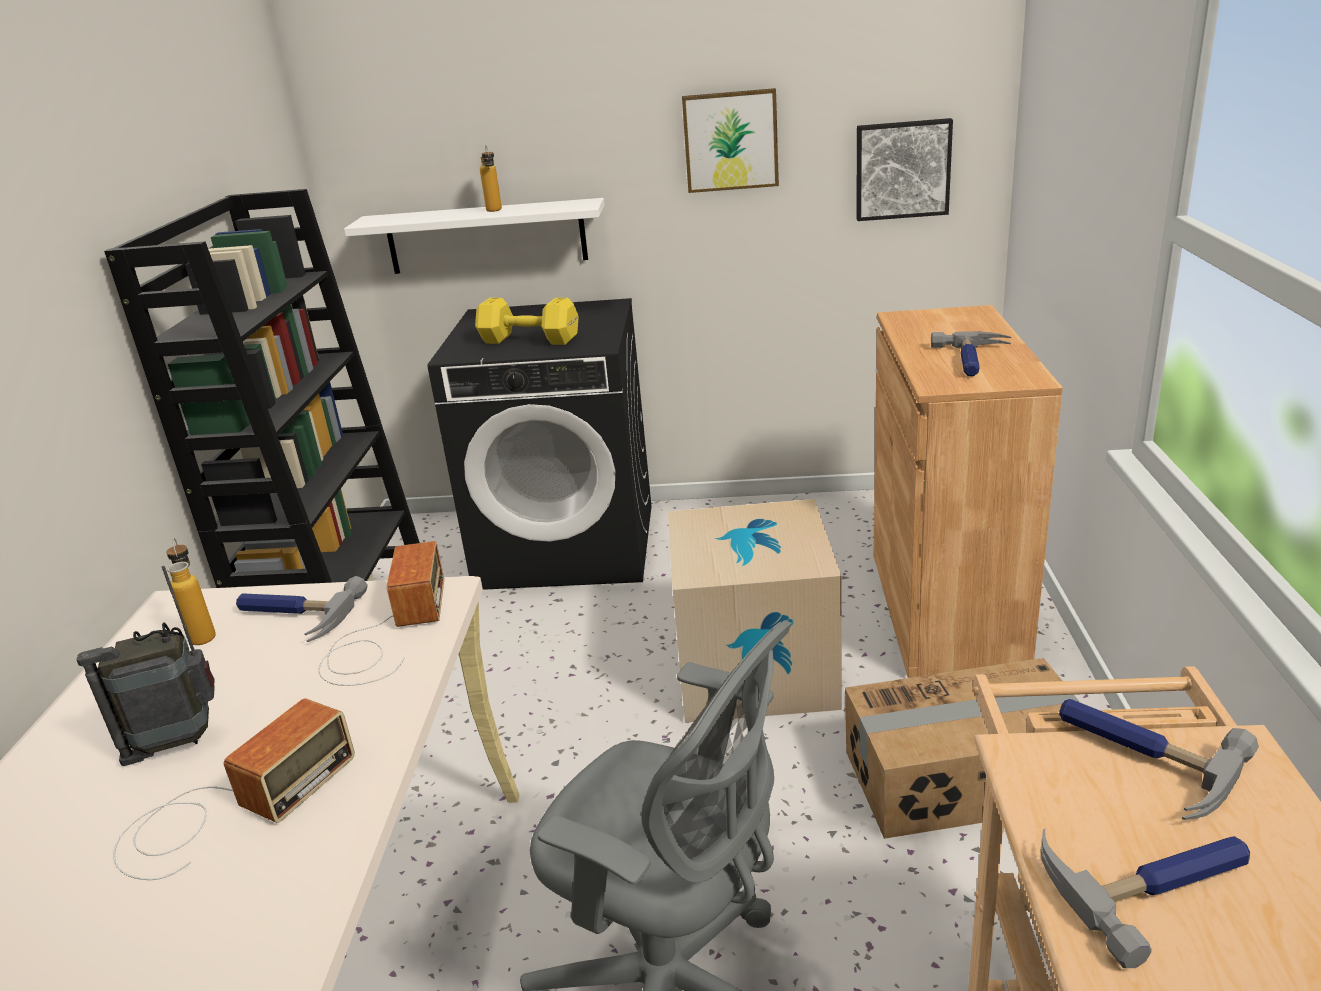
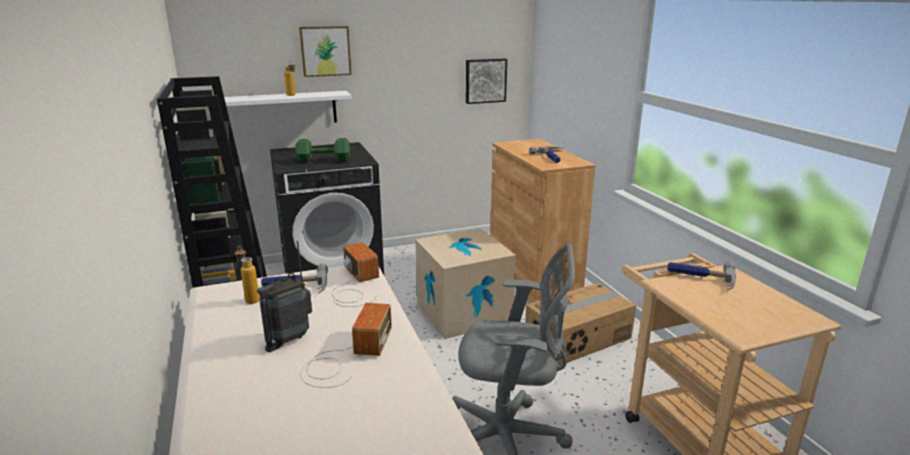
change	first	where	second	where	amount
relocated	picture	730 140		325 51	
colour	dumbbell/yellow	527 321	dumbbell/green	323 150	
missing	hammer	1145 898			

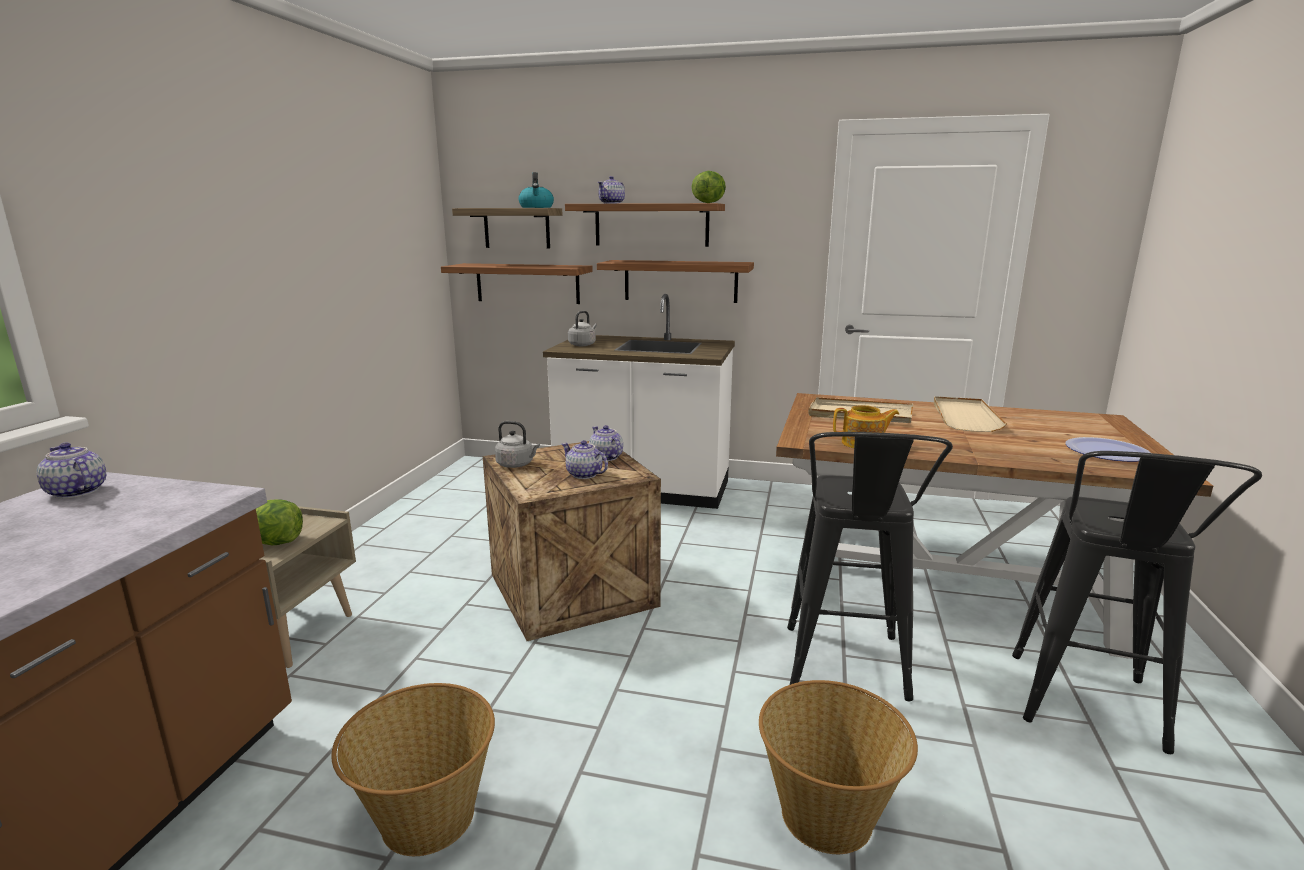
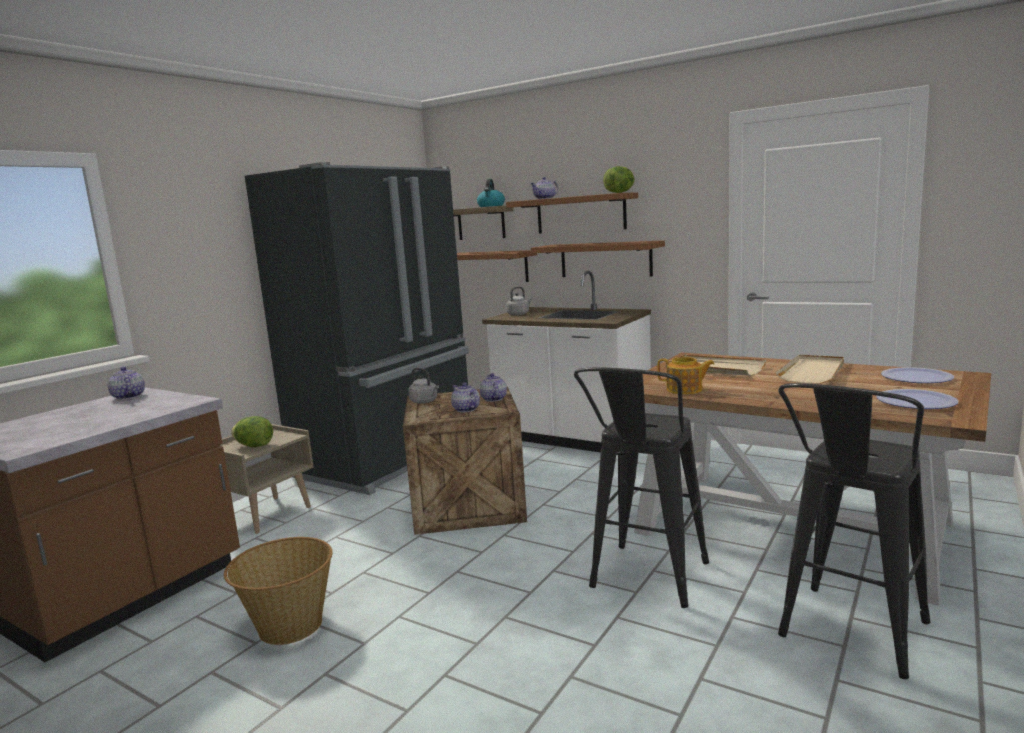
change	first	where	second	where	amount
missing	basket	838 767			
appeared			fridge/black	357 328	
appeared			plate	917 375	

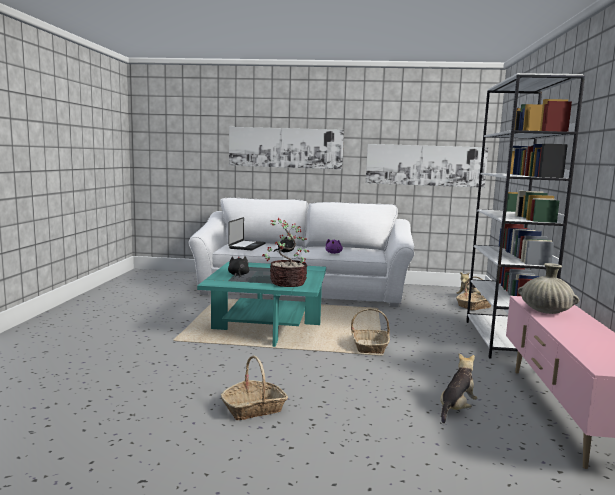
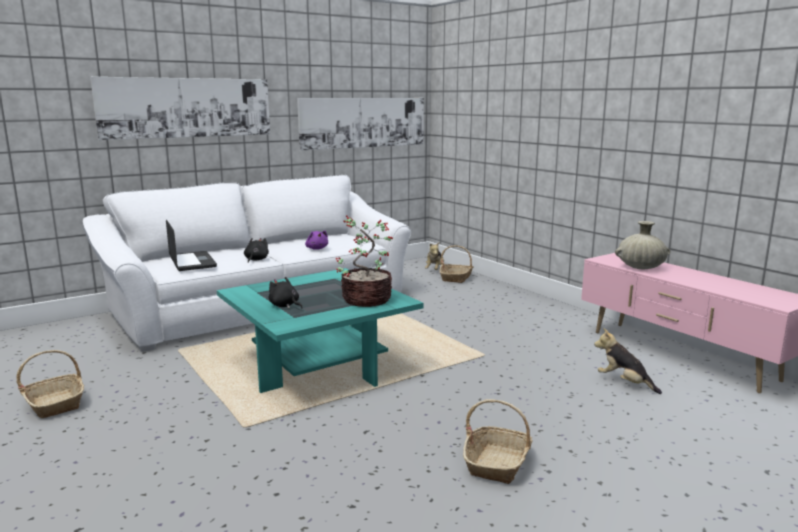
change	first	where	second	where	amount
missing	bookcase/white	525 216			
relocated	basket	370 331		50 384	
spun	plush toy	459 388		628 361	45 degrees counterclockwise

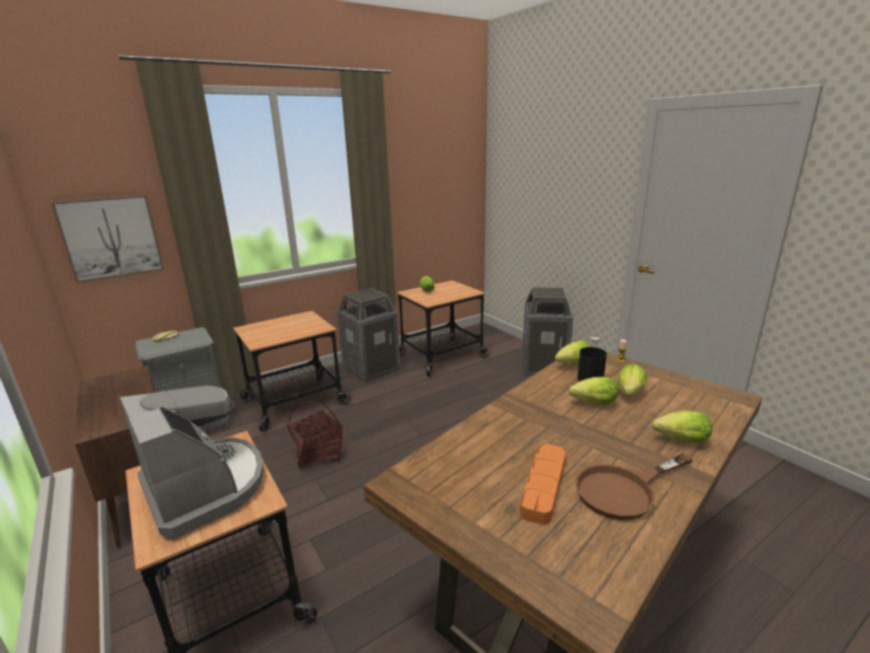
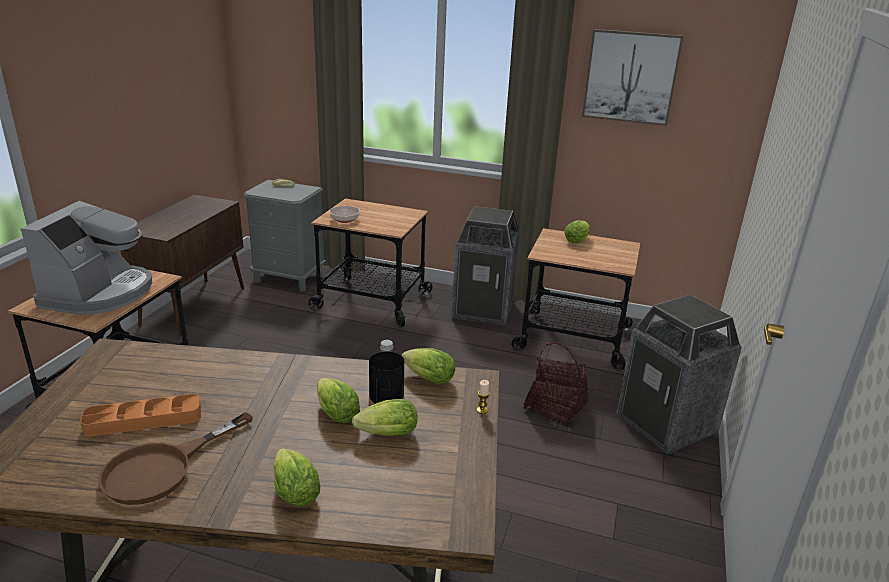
change	first	where	second	where	amount
relocated	picture	107 239		632 77	
relocated	basket	314 435		556 384	
spun	frying pan/brown	634 486		175 458	75 degrees counterclockwise
appeared			bowl	344 214	

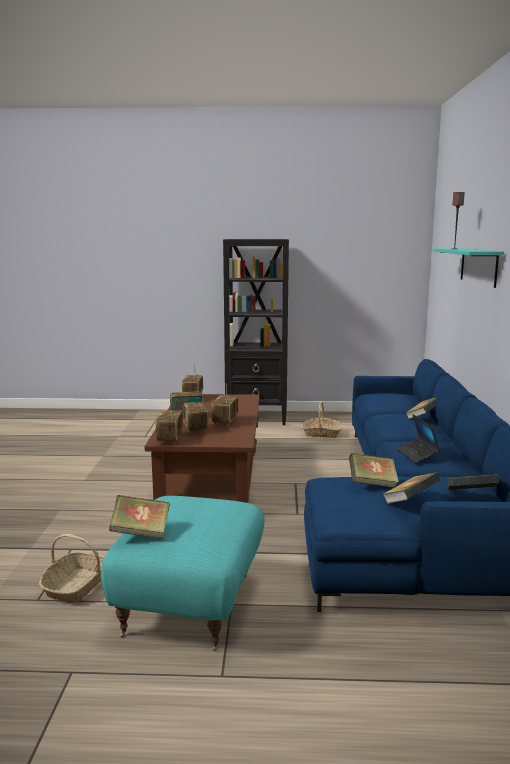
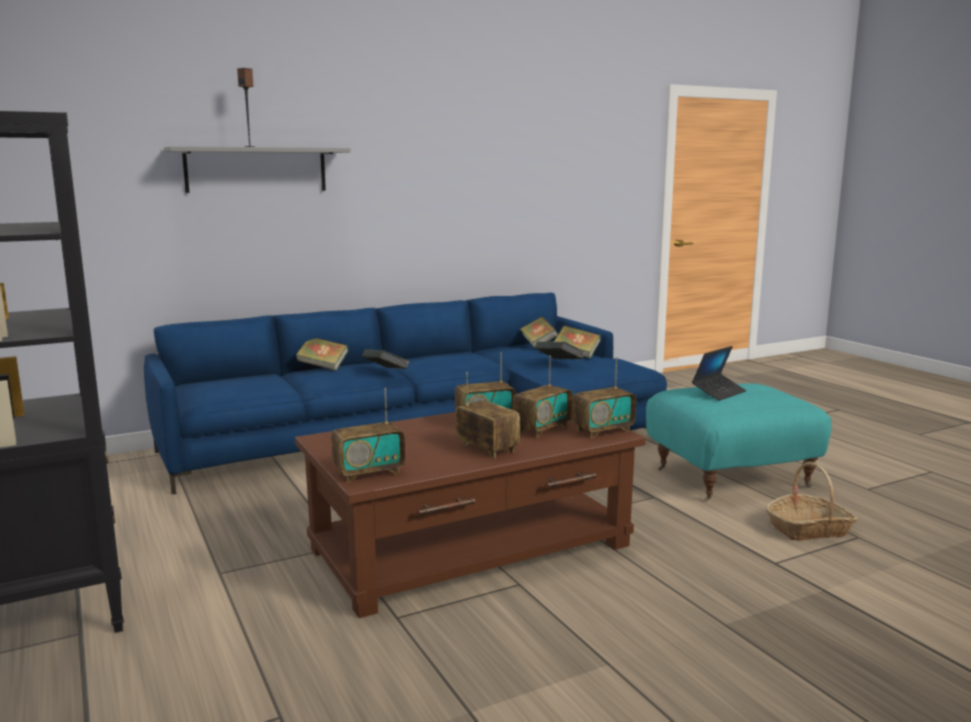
change	first	where	second	where	amount
colour	shelf/turquoise	468 268	shelf/grey	257 169	
missing	basket	322 420			
relocated	laptop	418 438		719 373	
relocated	book	139 517		386 359	

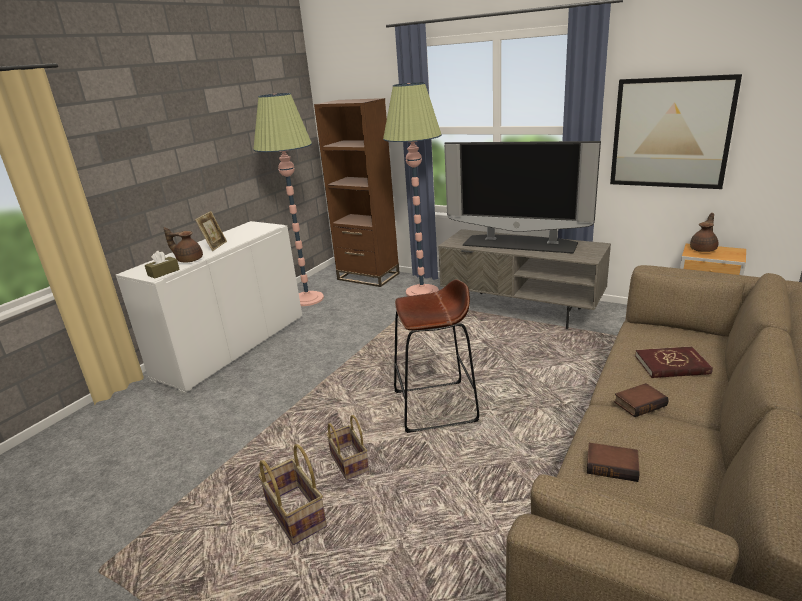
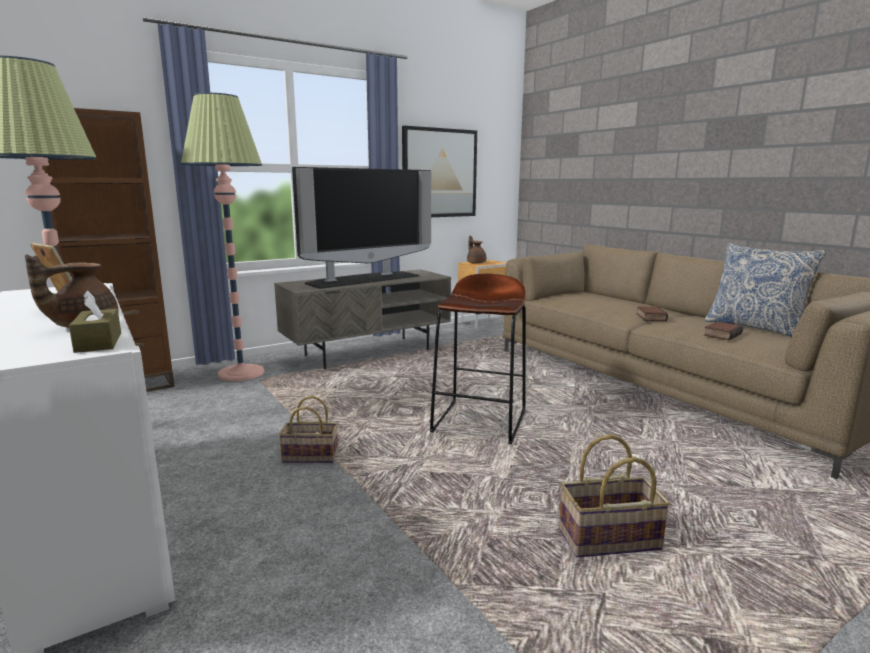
change	first	where	second	where	amount
missing	book/red	674 362			
relocated	basket	347 447		308 429	
appeared			pillow	765 290	

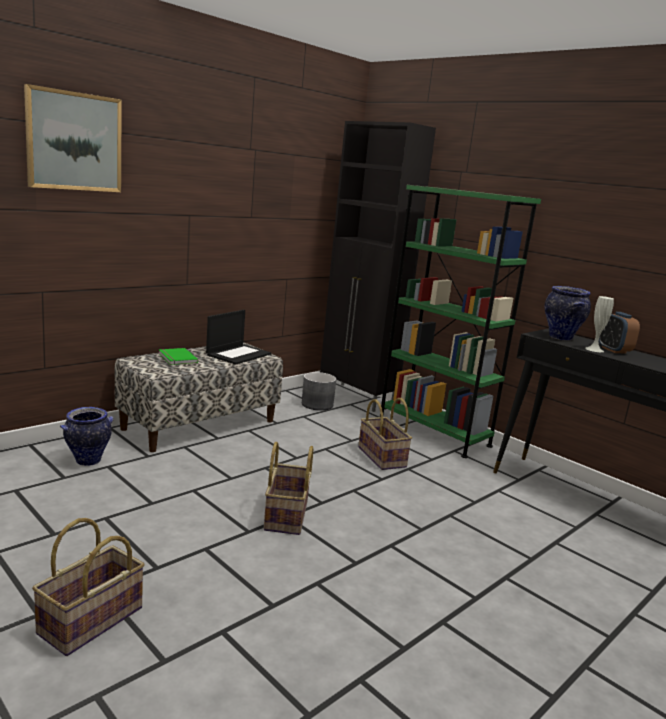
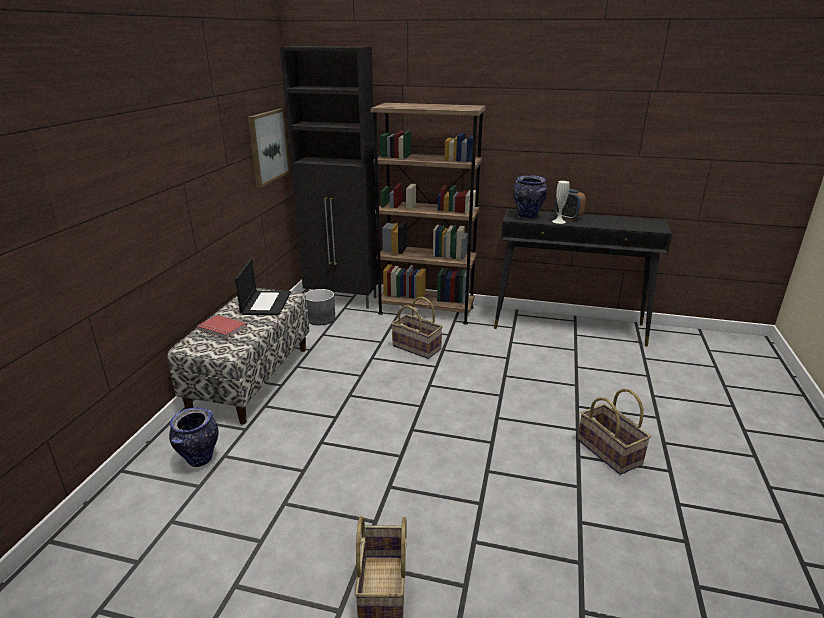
change	first	where	second	where	amount
relocated	picture	73 138		269 148	
colour	bookcase/green	460 321	bookcase/brown	427 214	
colour	book/green	178 356	book/red	222 326	
relocated	basket	288 488		614 431	

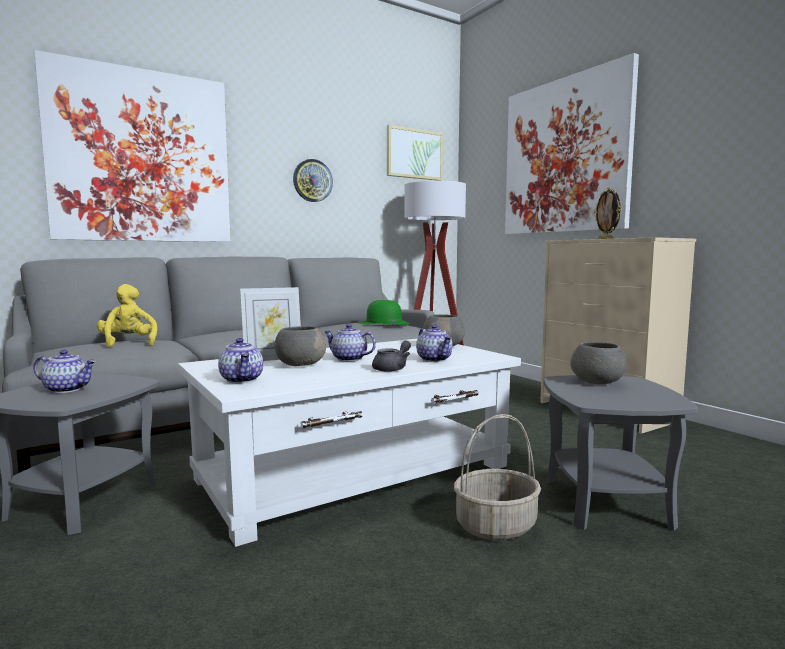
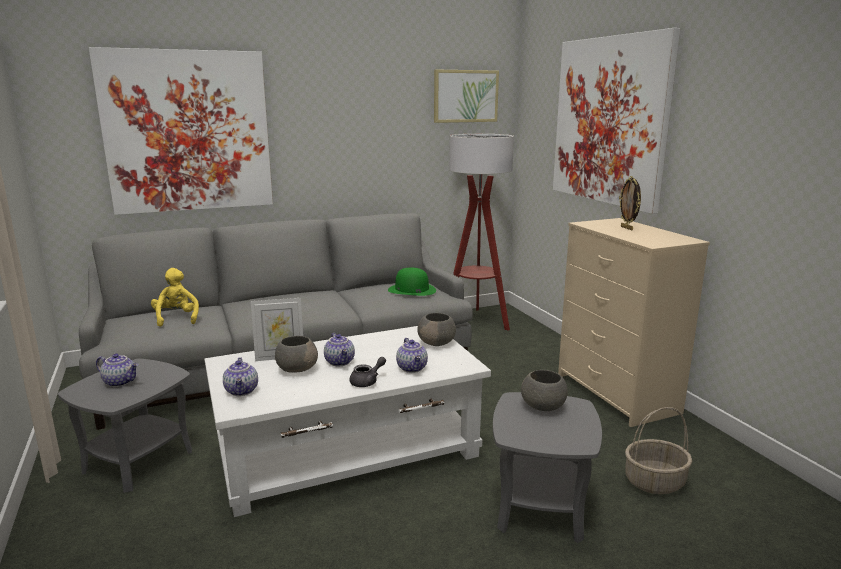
change	first	where	second	where	amount
missing	wall clock	313 180			
spun	teapot	350 343		339 350	150 degrees counterclockwise
relocated	basket	497 477		658 450	

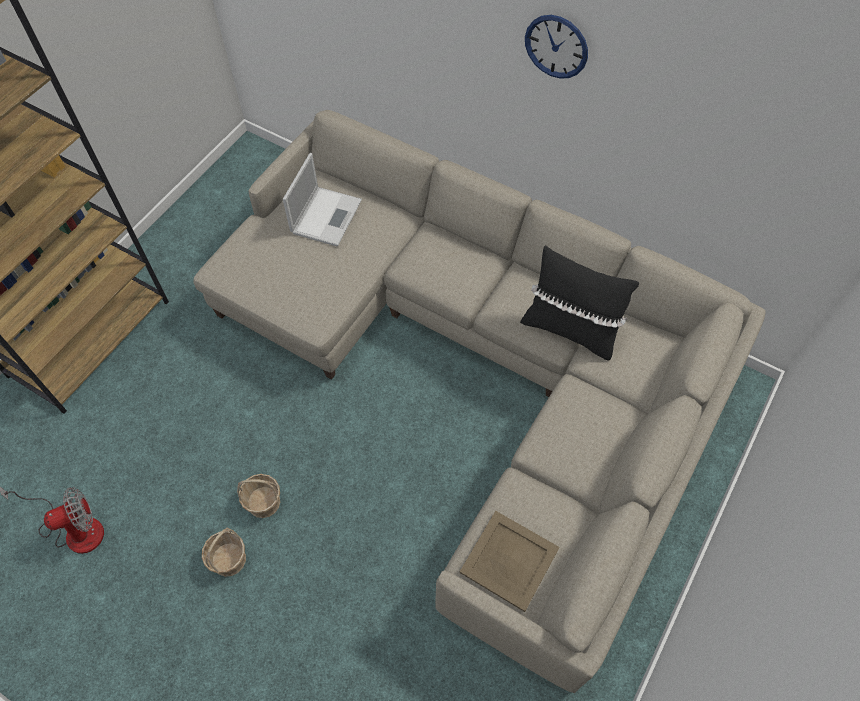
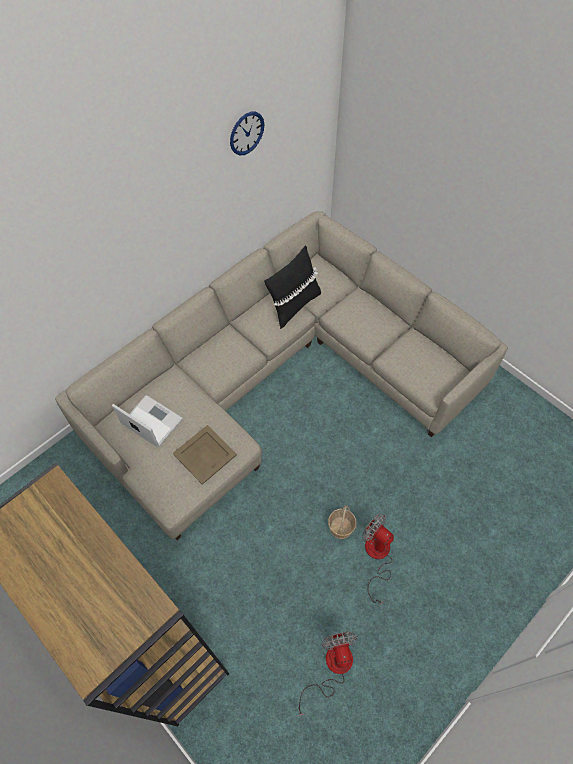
change	first	where	second	where	amount
relocated	wall clock	556 47		247 133	
relocated	tray/beige	509 561		205 455	
exchanged	basket	224 552	fan	378 560	

